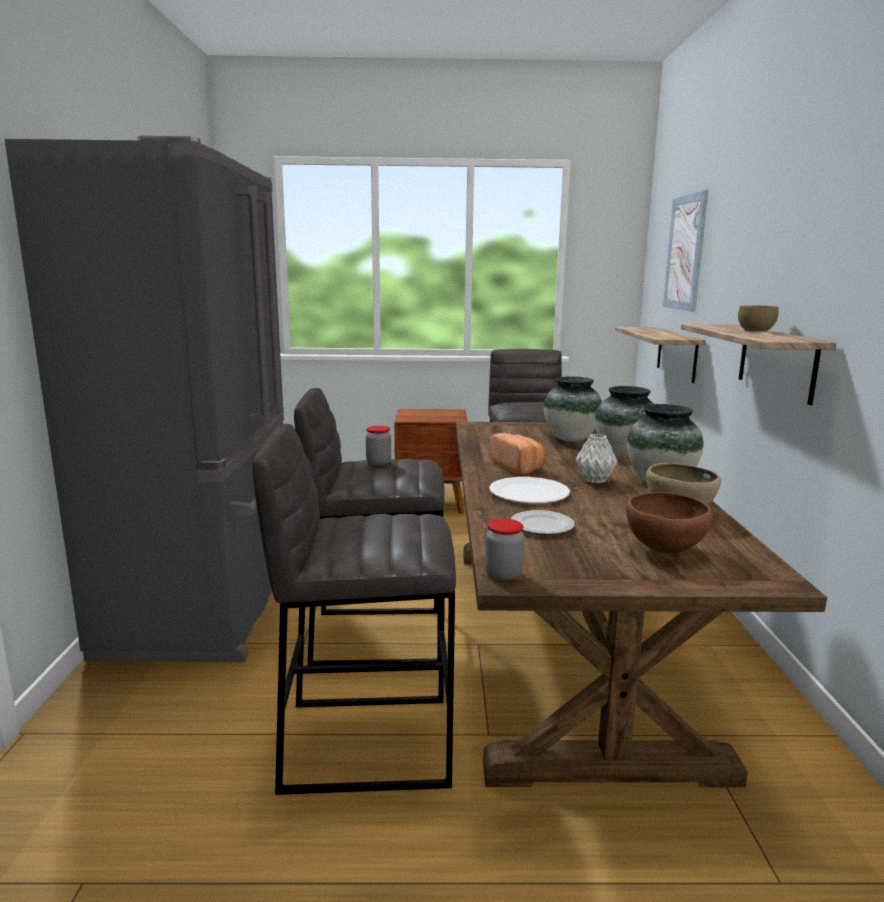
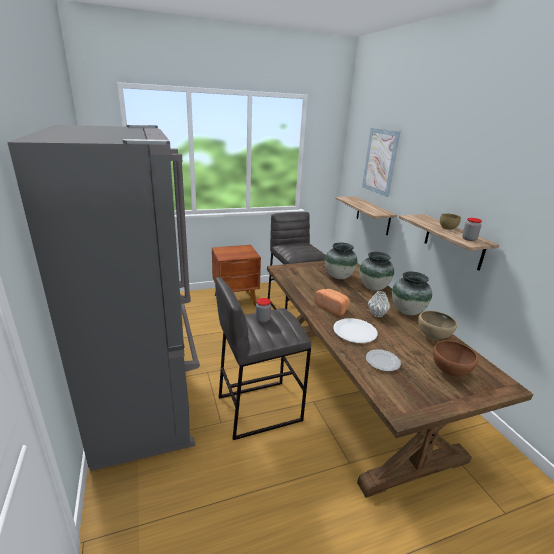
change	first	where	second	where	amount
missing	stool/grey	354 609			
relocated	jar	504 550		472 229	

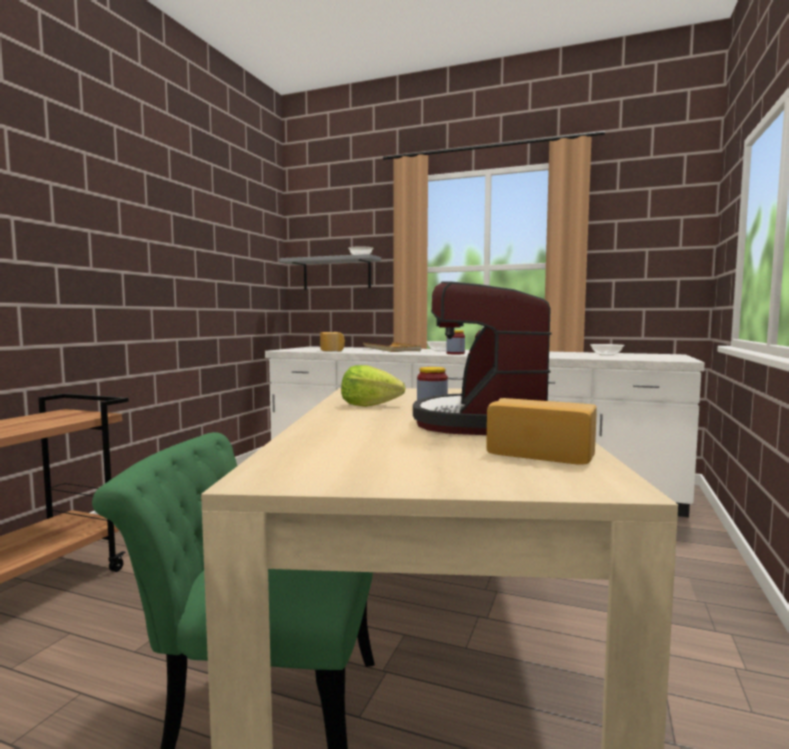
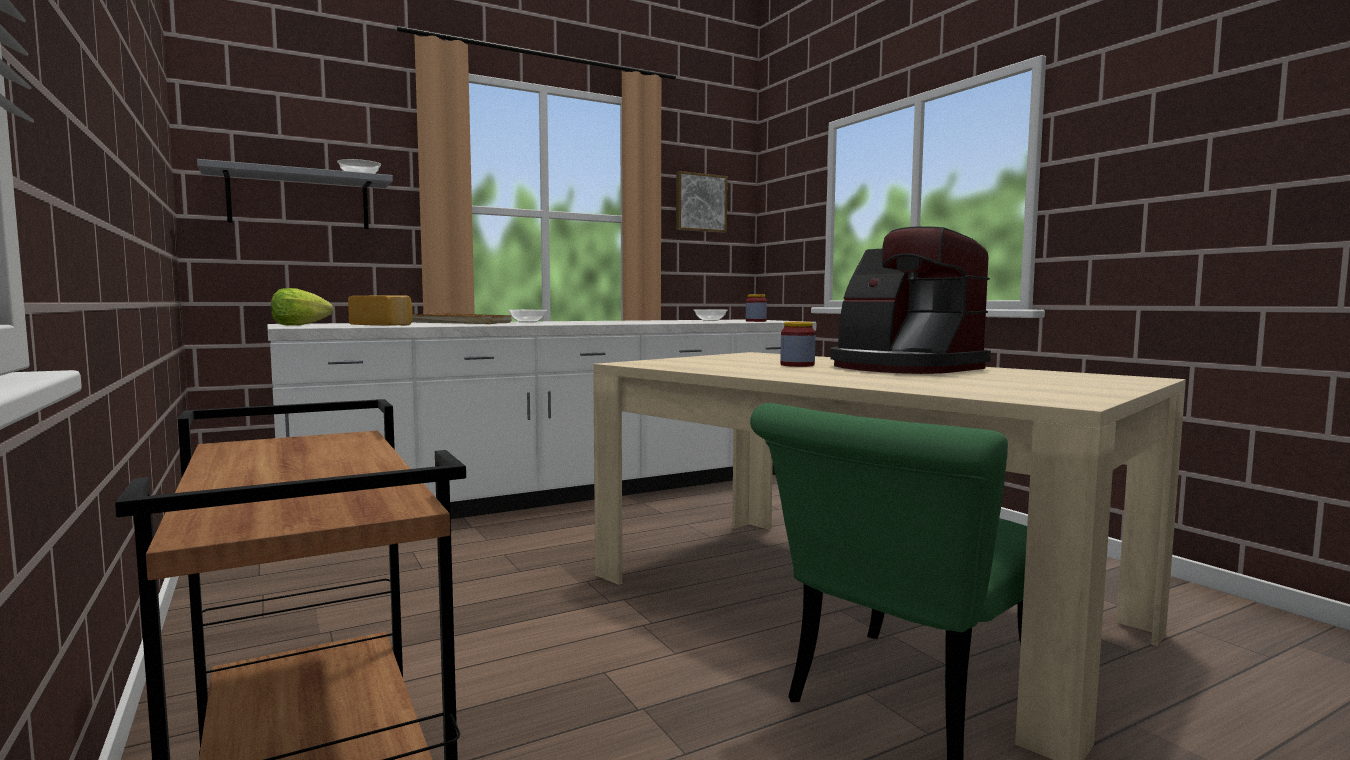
change	first	where	second	where	amount
relocated	jar	455 342		756 308	
relocated	lettuce	373 386		302 306	
missing	bread	541 431			
appeared			picture	702 202	

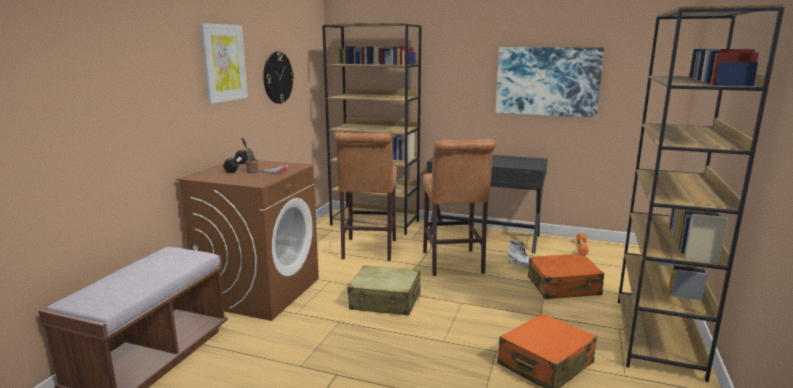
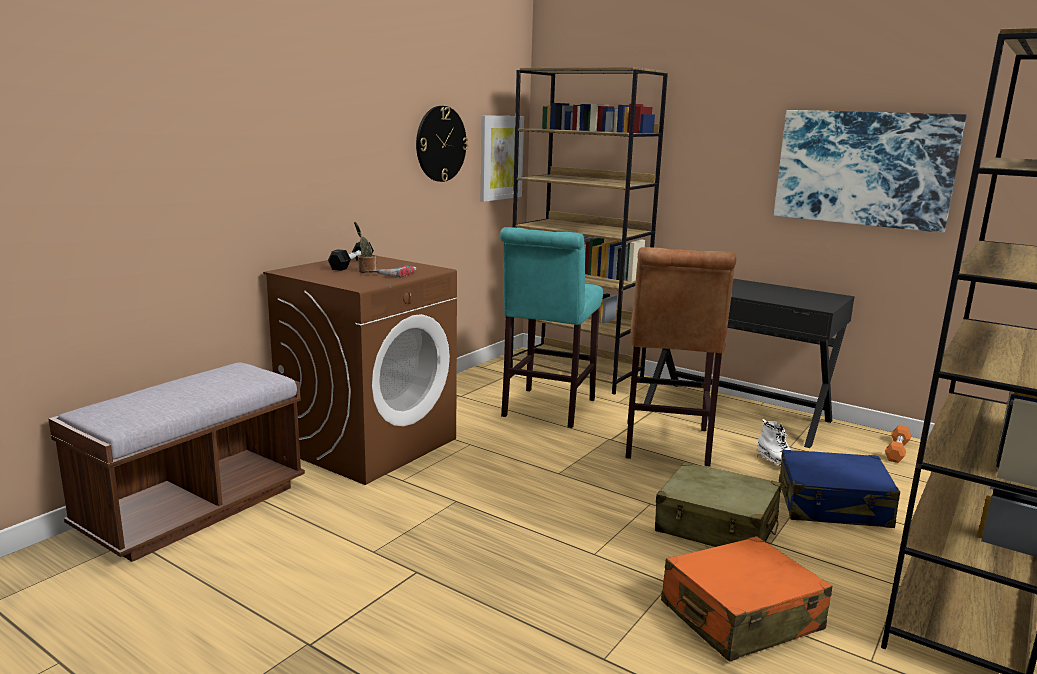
change	first	where	second	where	amount
relocated	picture	224 63		502 158	
colour	stool/brown	366 197	stool/turquoise	551 327	
colour	suitcase/orange	566 276	suitcase/blue	839 489	
relocated	suitcase/beige	384 290		718 504	

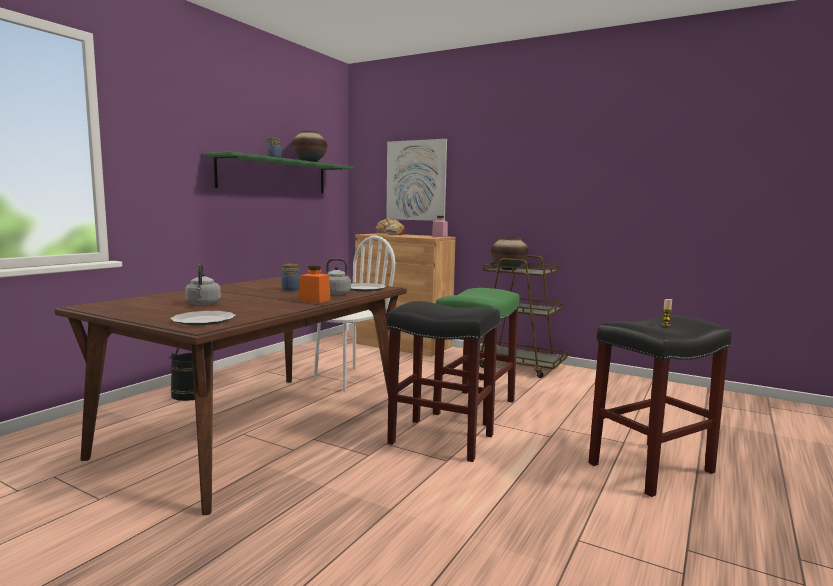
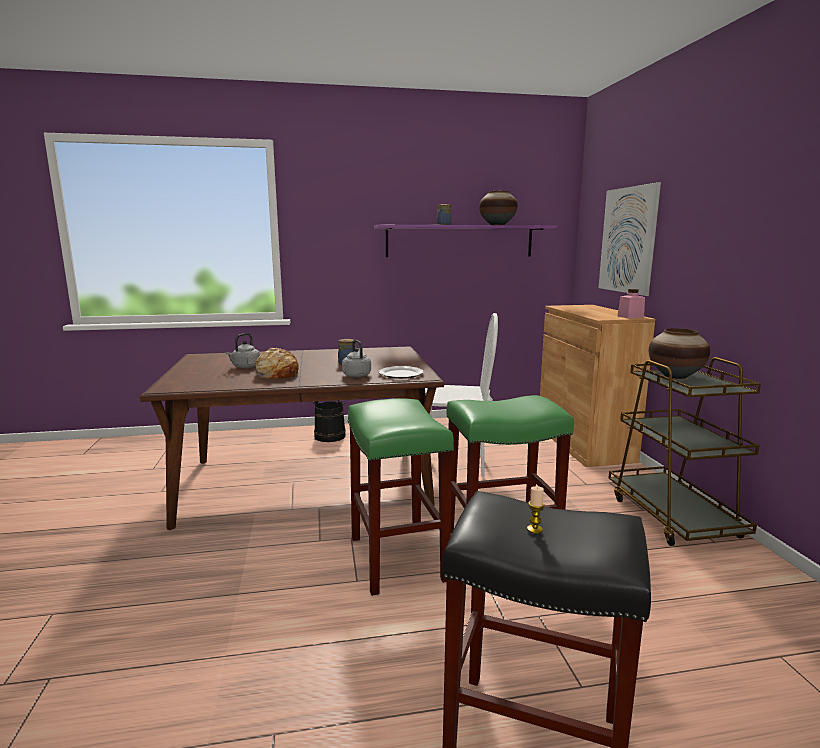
change	first	where	second	where	amount
colour	shelf/green	278 172	shelf/purple	465 241	
relocated	bread	390 226		277 363	
missing	jar/orange	315 284			
colour	stool/black	443 381	stool/green	400 497	
missing	plate	203 318			

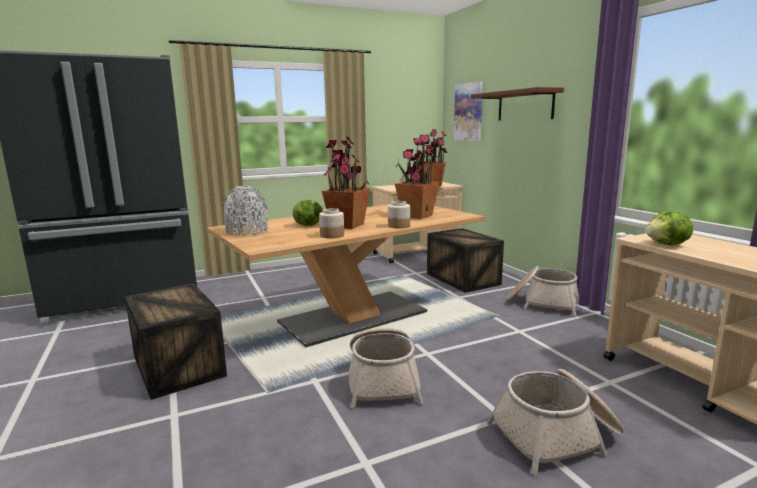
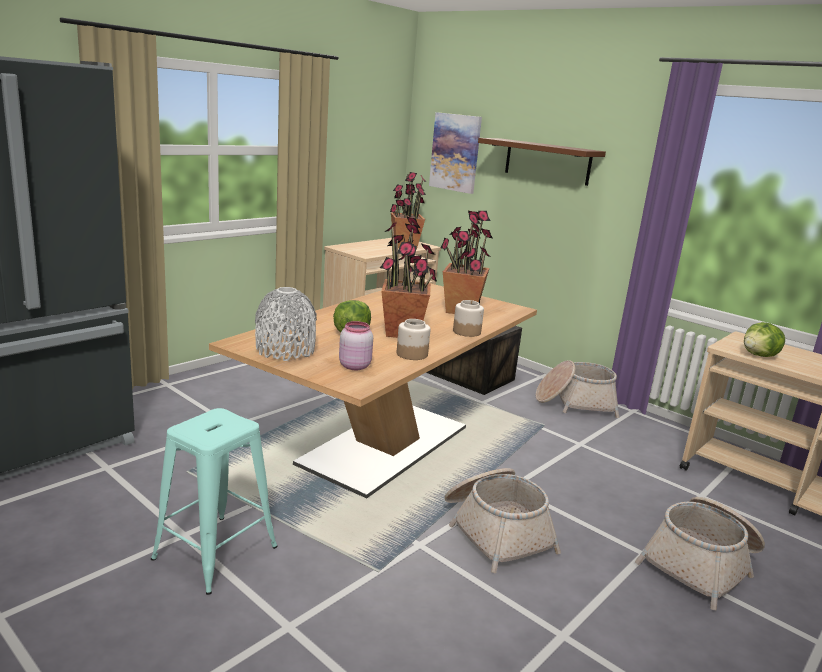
change	first	where	second	where	amount
exchanged	crate	176 341	stool/turquoise	214 501	
appeared			jar/pink	356 345	

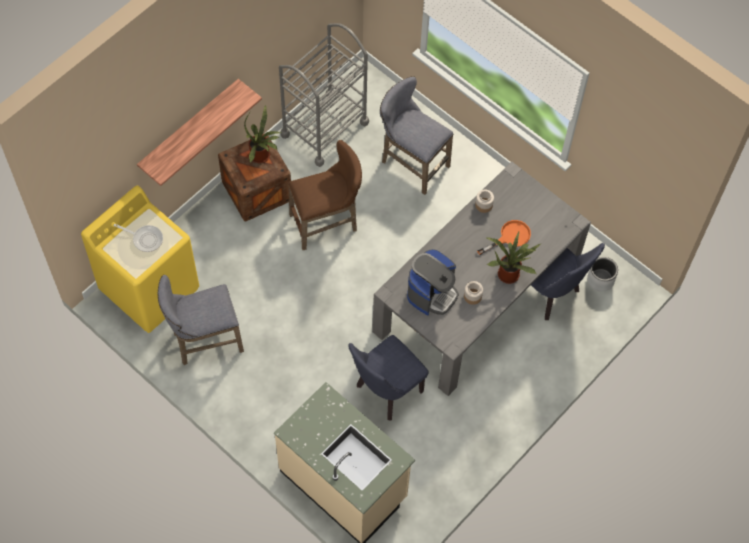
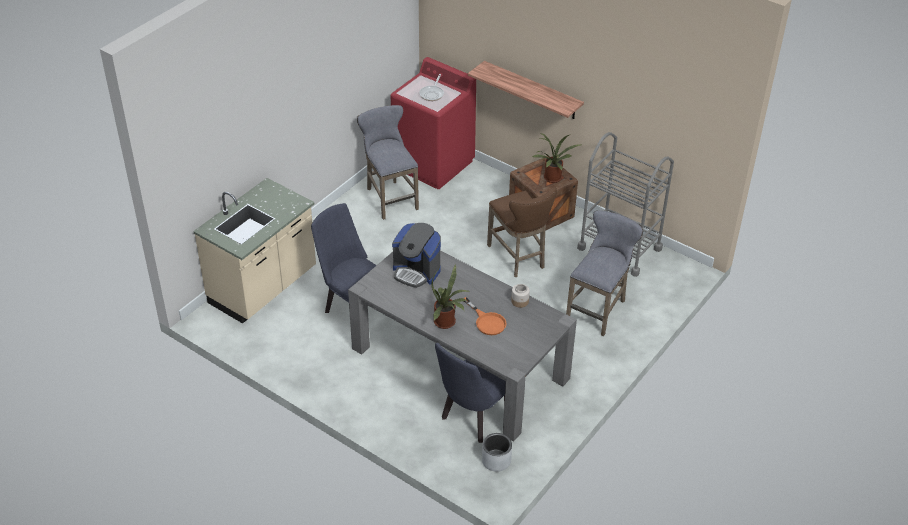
change	first	where	second	where	amount
colour	washing machine/yellow	140 259	washing machine/red	433 123	
missing	jar	473 293			

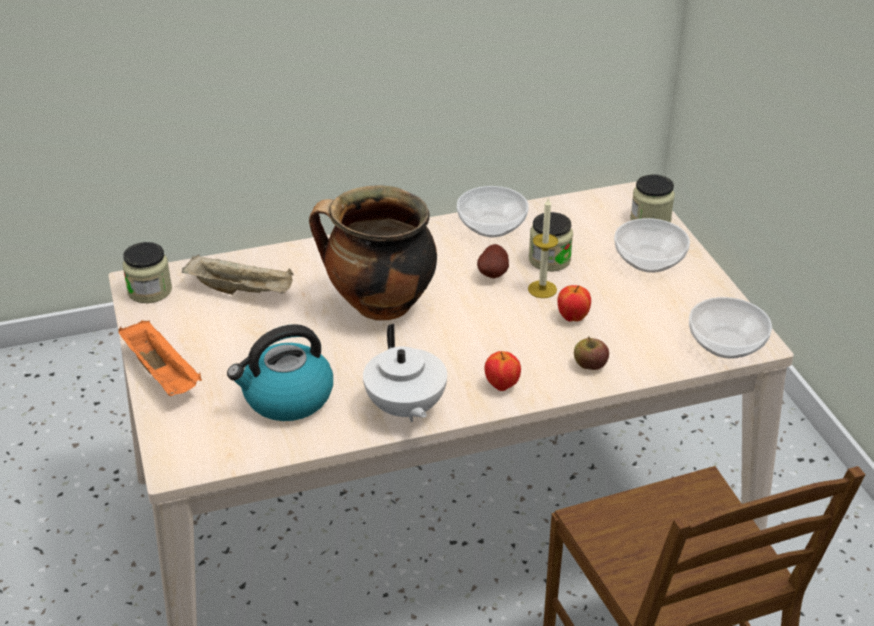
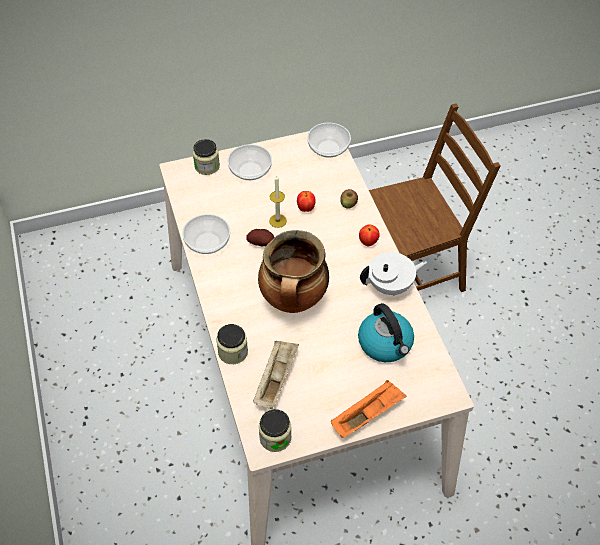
change	first	where	second	where	amount
relocated	jar	551 241		232 344	

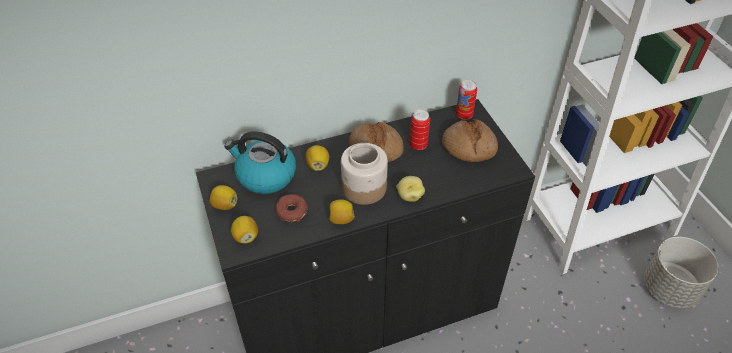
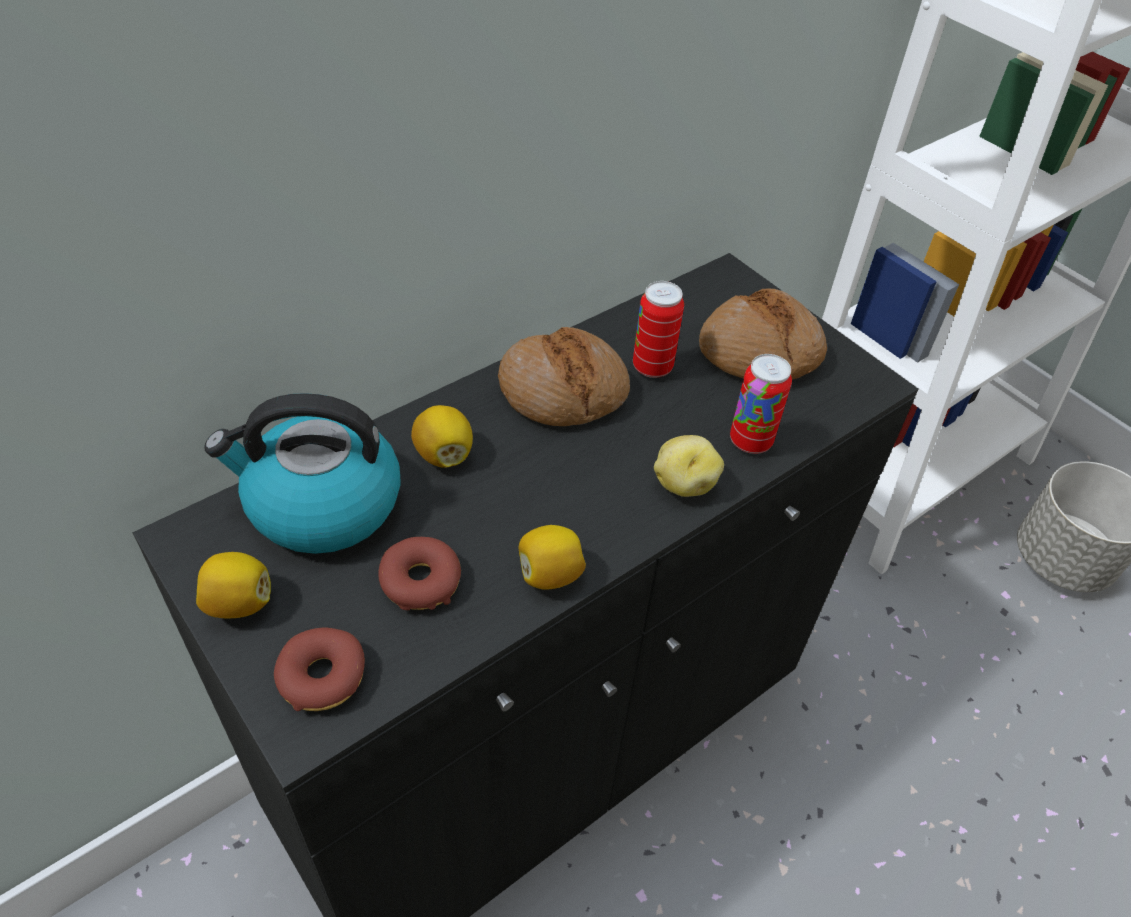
change	first	where	second	where	amount
relocated	can	466 100		761 404	
missing	jar	364 174			
exchanged	lemon	244 230	donut	319 669	

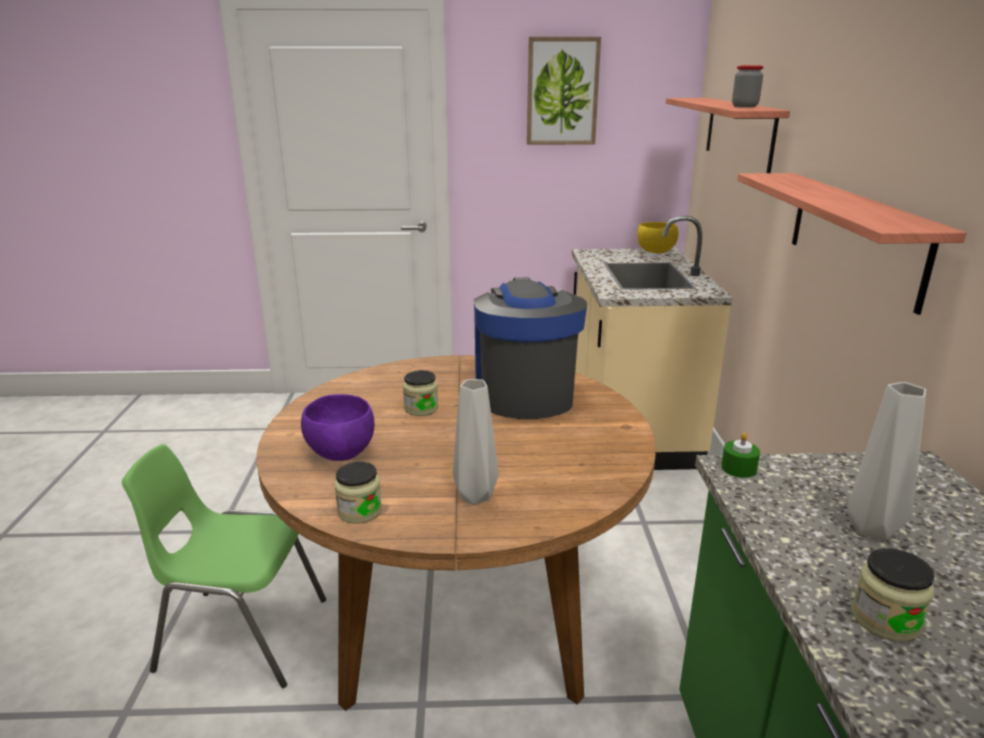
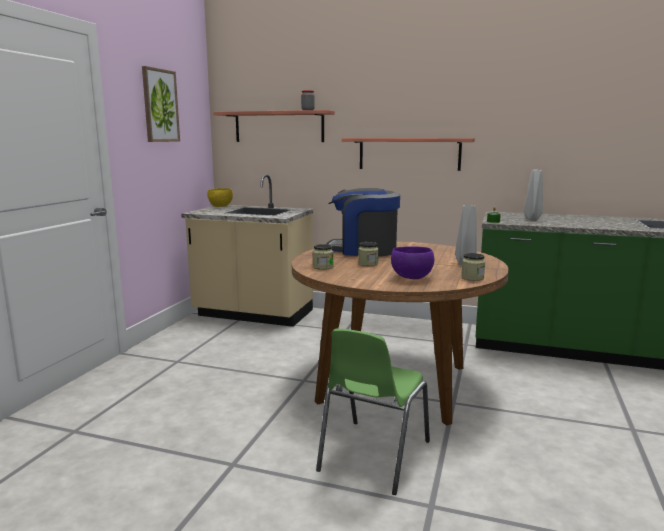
change	first	where	second	where	amount
relocated	jar	893 595		323 257	

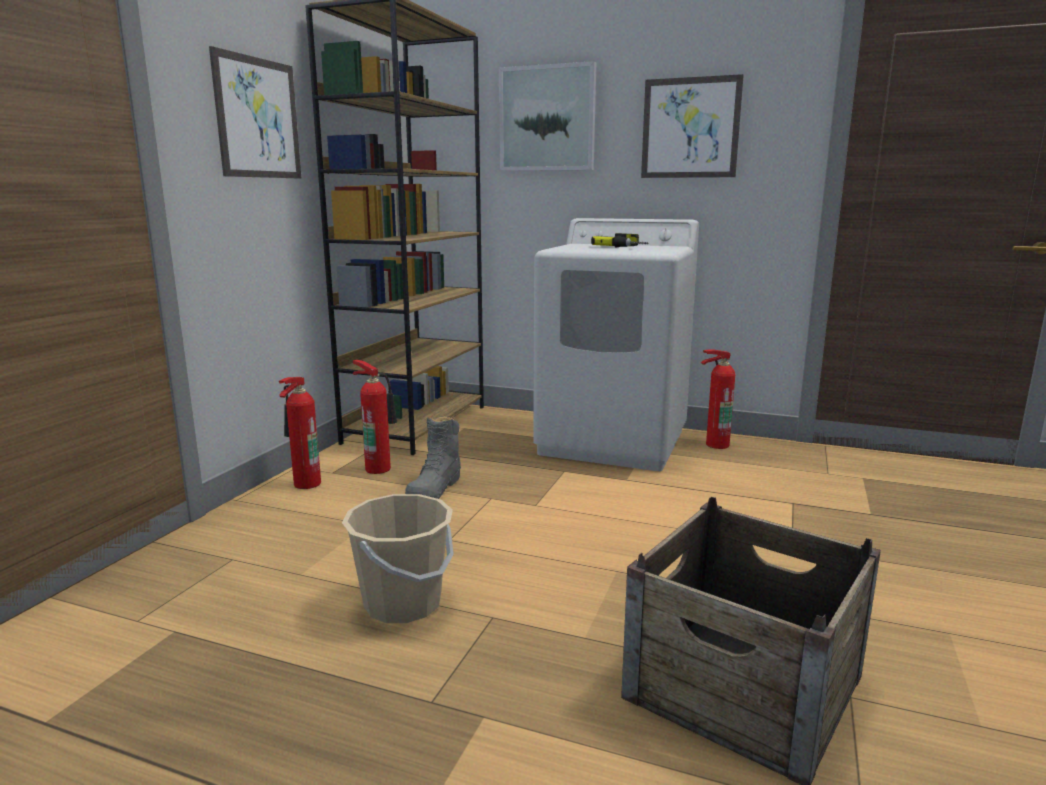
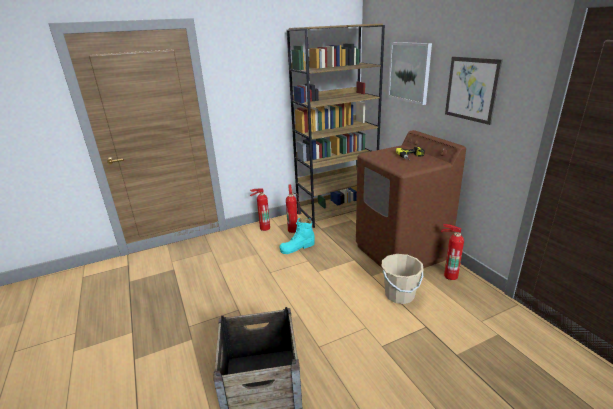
change	first	where	second	where	amount
missing	picture	255 112			
colour	washing machine/white	616 344	washing machine/brown	411 199	
colour	boot/grey	433 457	boot/turquoise	297 236	
relocated	bucket/beige	398 558		402 279	

